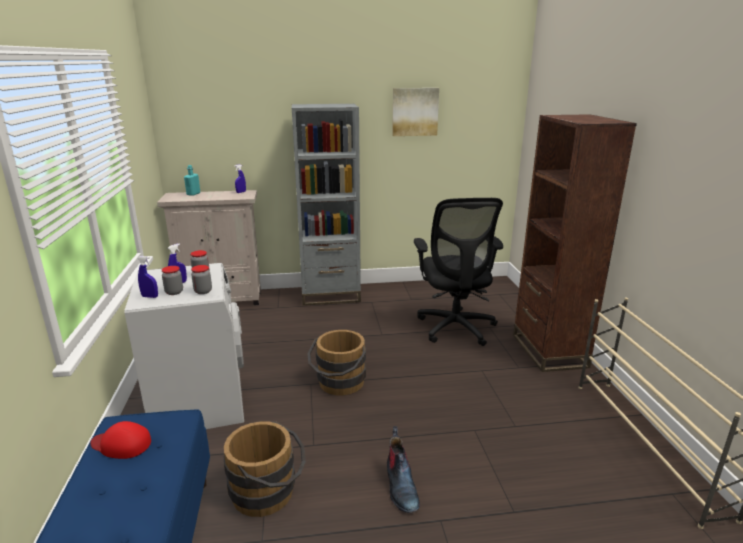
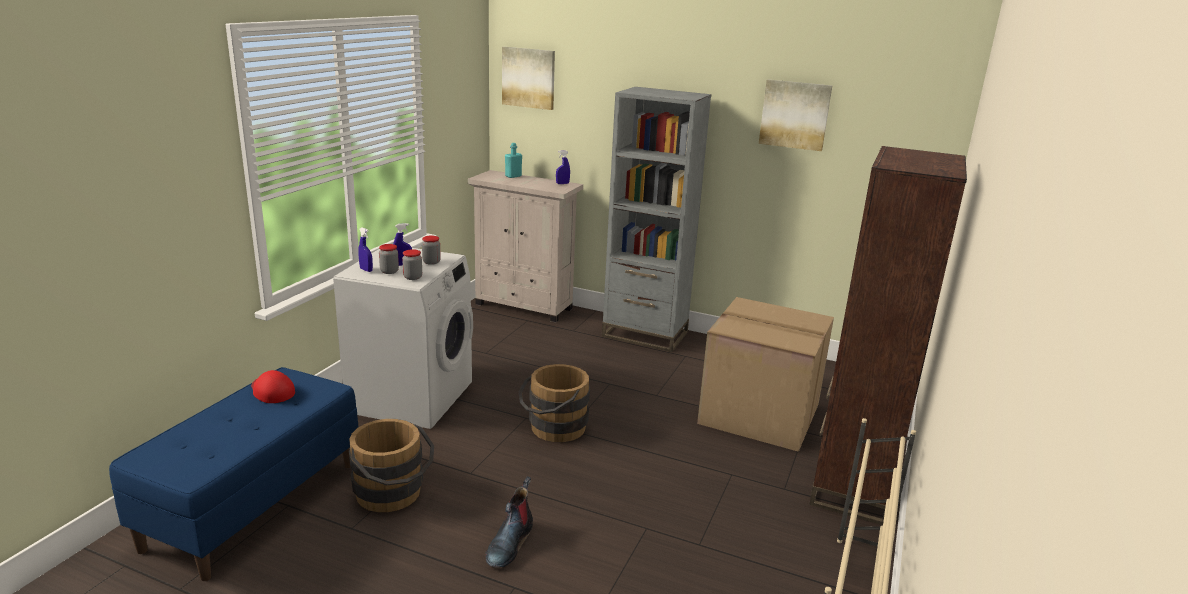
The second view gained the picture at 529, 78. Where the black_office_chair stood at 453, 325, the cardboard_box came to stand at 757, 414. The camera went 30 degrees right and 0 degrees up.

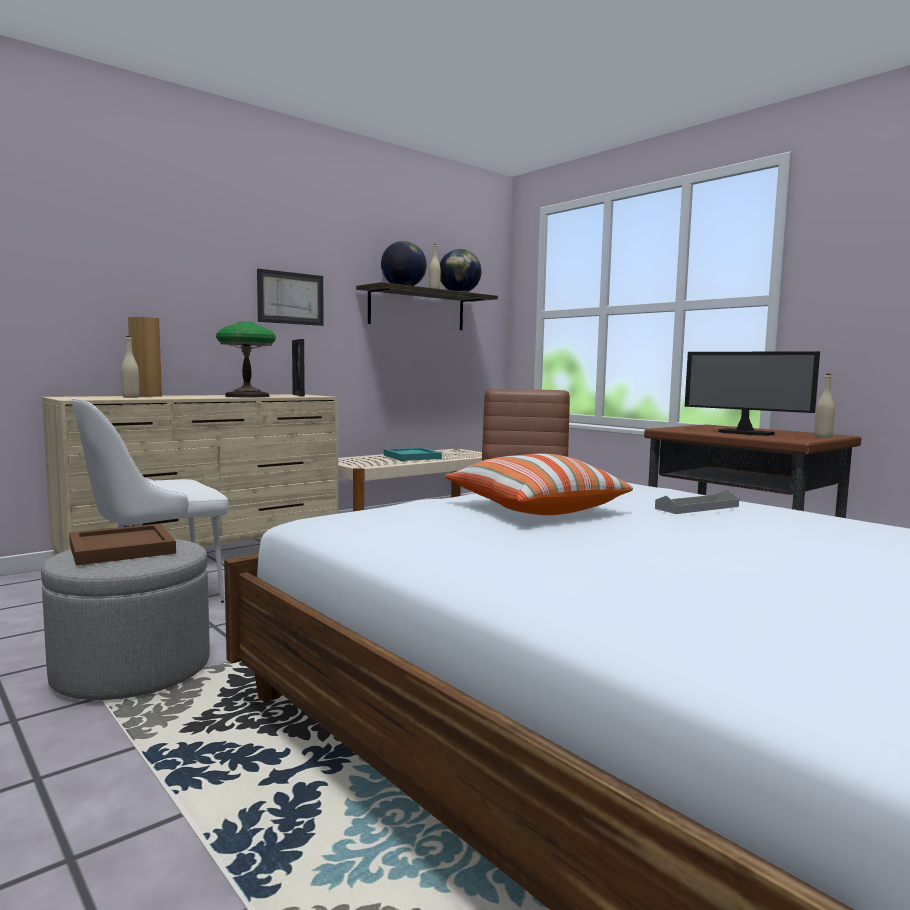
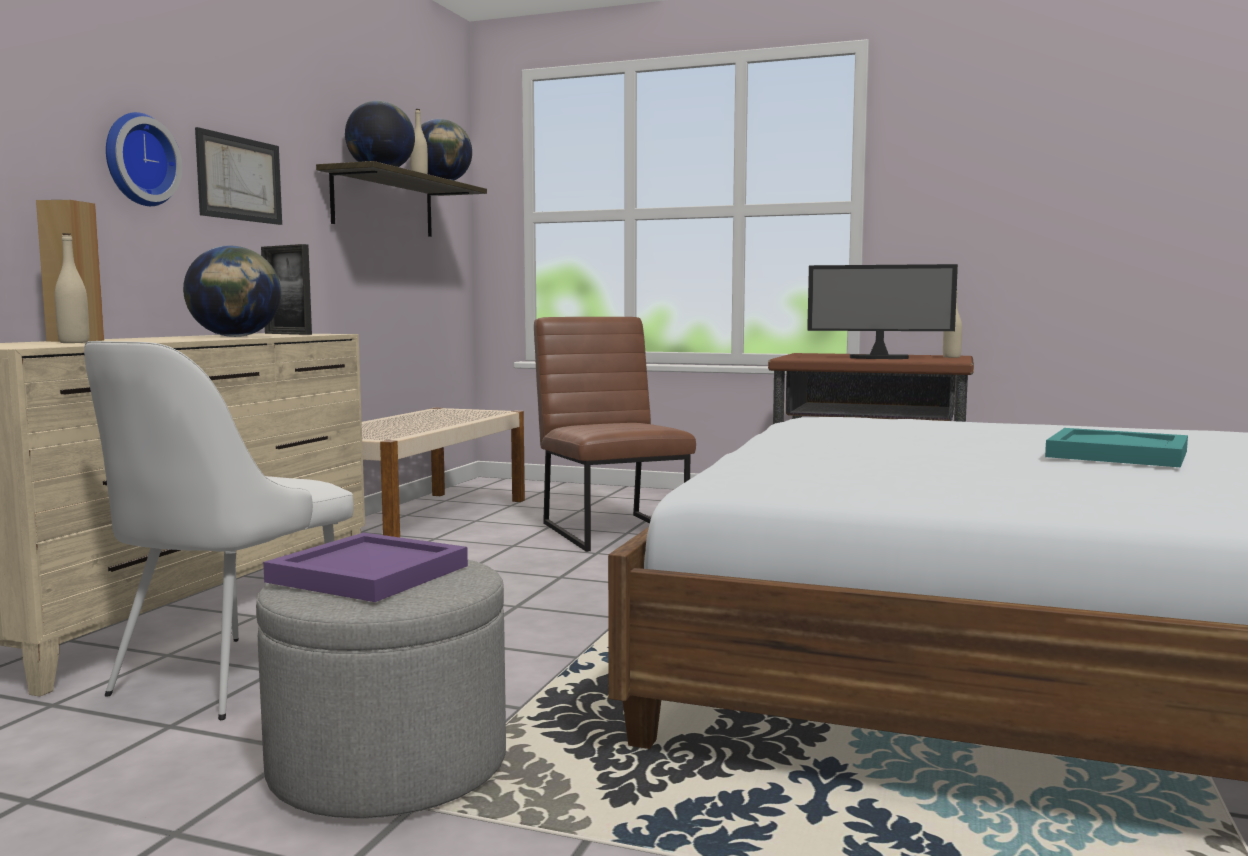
The second view lost the pillow at 534, 509. The second view lost the grey_tray at 697, 507. The second view gained the wall_clock at 137, 160. The turquoise_tray ended up elsewhere, having gone from 413, 457 to 1119, 454. Where the table_lamp stood at 247, 396, the globe came to stand at 235, 336. What was the brown_tray at 120, 549 turned into the purple_tray at 369, 574. The camera went 30 degrees left and 0 degrees up.

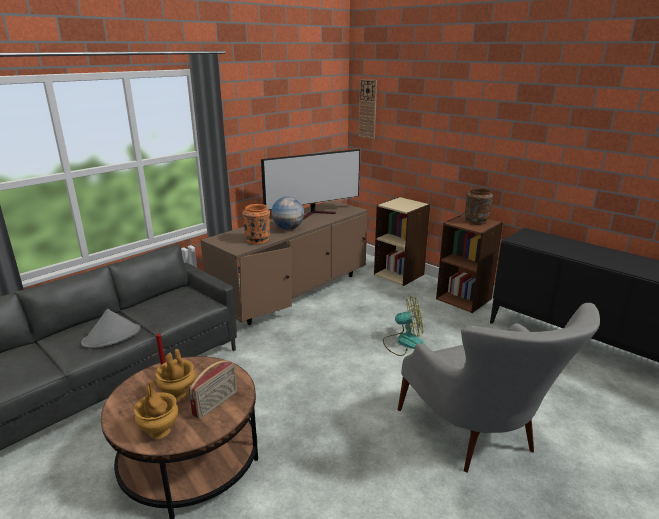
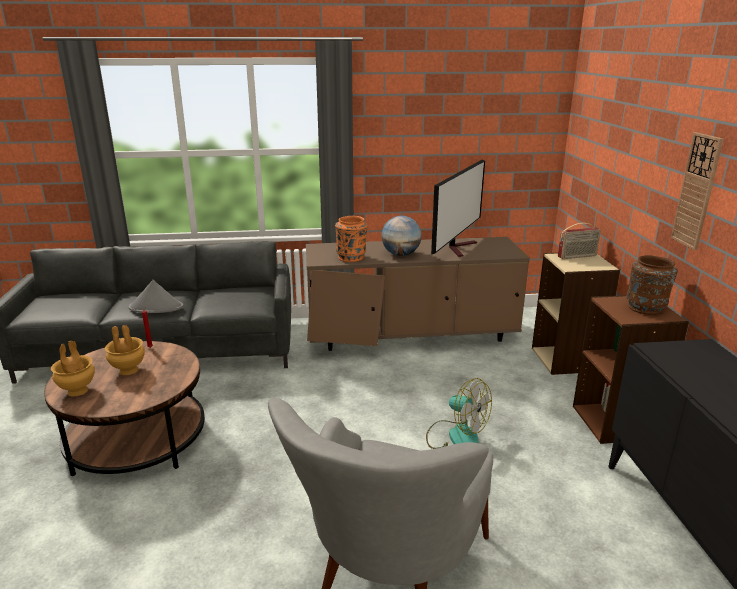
The radio ended up elsewhere, having gone from 216, 404 to 577, 256. The wall_clock ended up elsewhere, having gone from 367, 109 to 697, 191. The television at 316, 214 ended up facing another way, 75 degrees counterclockwise from before. The camera went 40 degrees right and 0 degrees up.

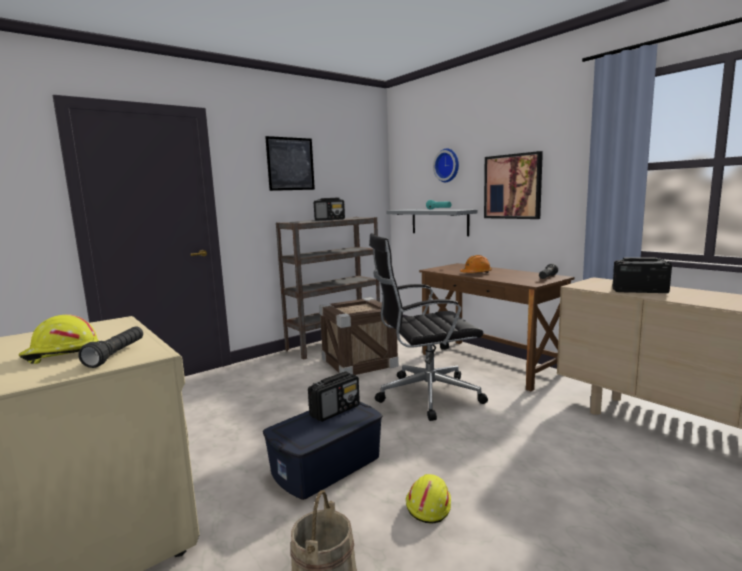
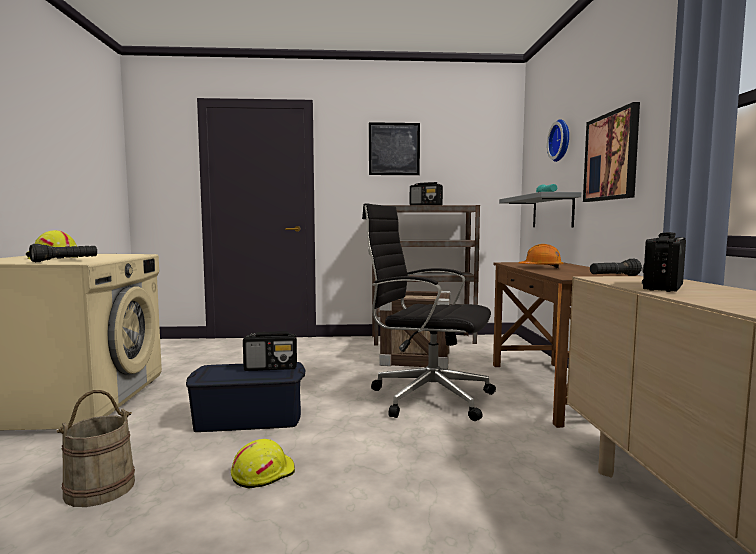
The radio at 639, 291 ended up facing another way, 105 degrees counterclockwise from before. The camera went 35 degrees right and 5 degrees down.

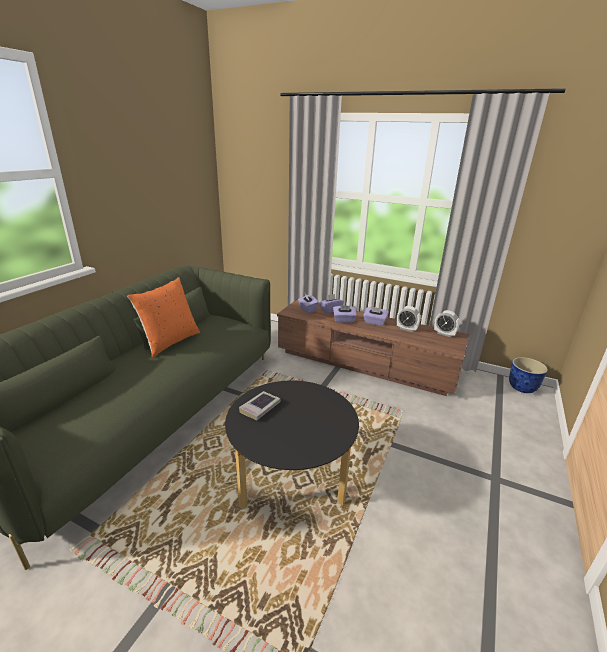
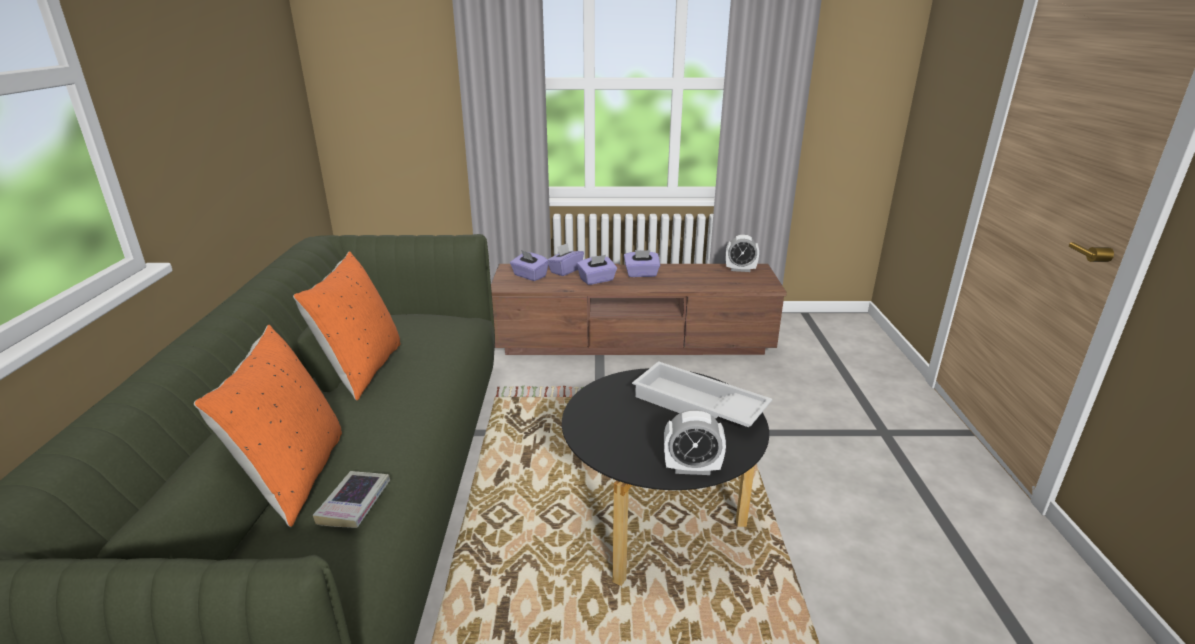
The second view lost the planter at 522, 388. The second view gained the orange_pillow at 294, 477. The second view gained the white_tray at 697, 405. The book ended up elsewhere, having gone from 260, 408 to 354, 503. The alarm_clock ended up elsewhere, having gone from 406, 329 to 692, 468. The camera went 25 degrees left and 0 degrees up.

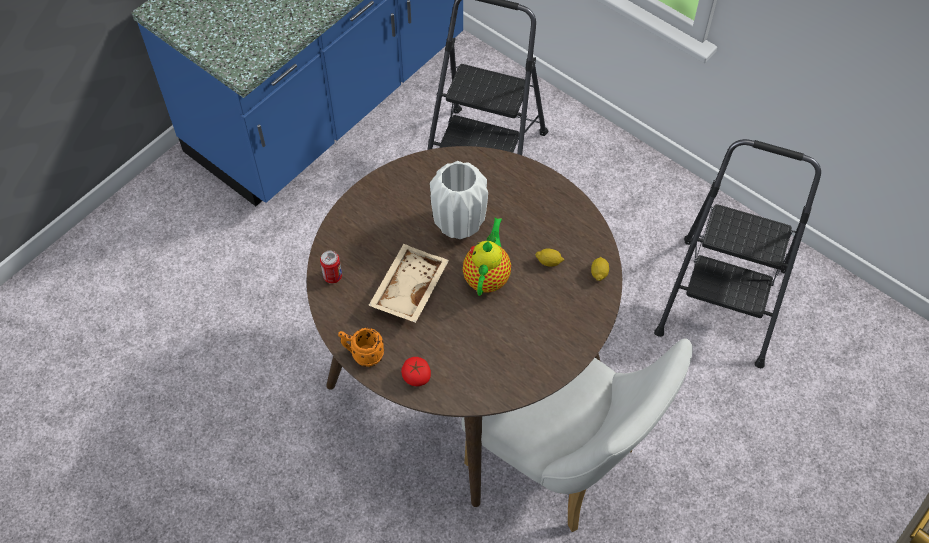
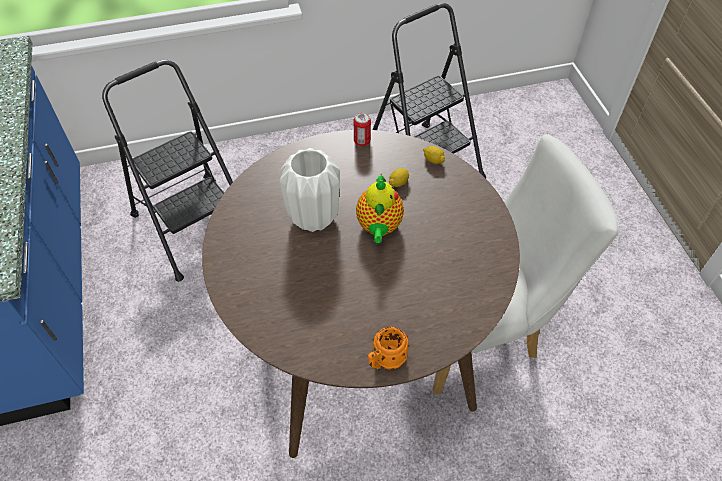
The second view lost the beige_tray at 408, 288. The second view lost the tomato at 416, 376. The can ended up elsewhere, having gone from 332, 276 to 362, 141. The teapot at 487, 276 ended up facing another way, 135 degrees counterclockwise from before. The camera went 55 degrees left and 5 degrees down.

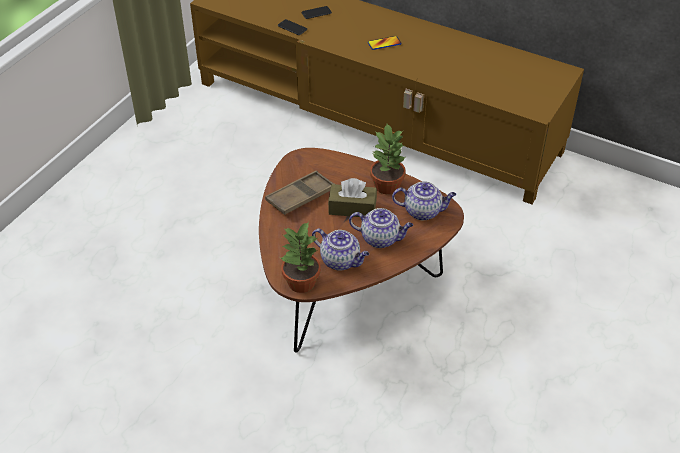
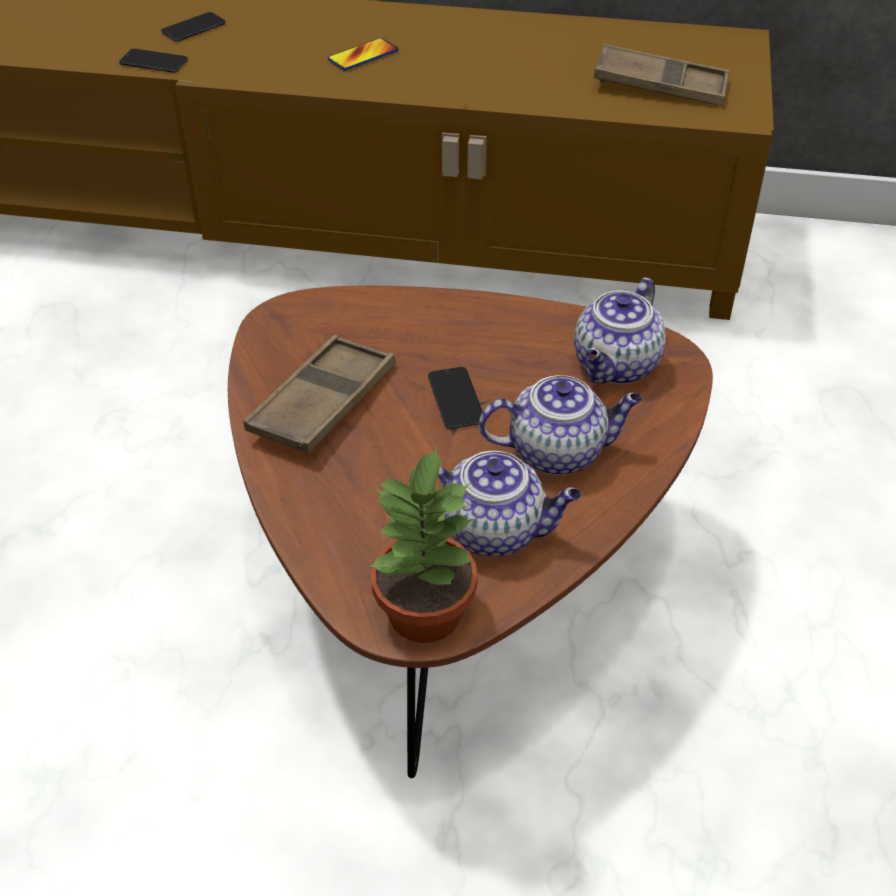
The second view lost the potted_plant at 387, 185. The second view gained the brown_tray at 660, 85. Where the brown_tissue_box stood at 352, 208, the phone came to stand at 456, 399. The teapot at 423, 211 ended up facing another way, 135 degrees clockwise from before. The camera went 20 degrees left and 0 degrees up.

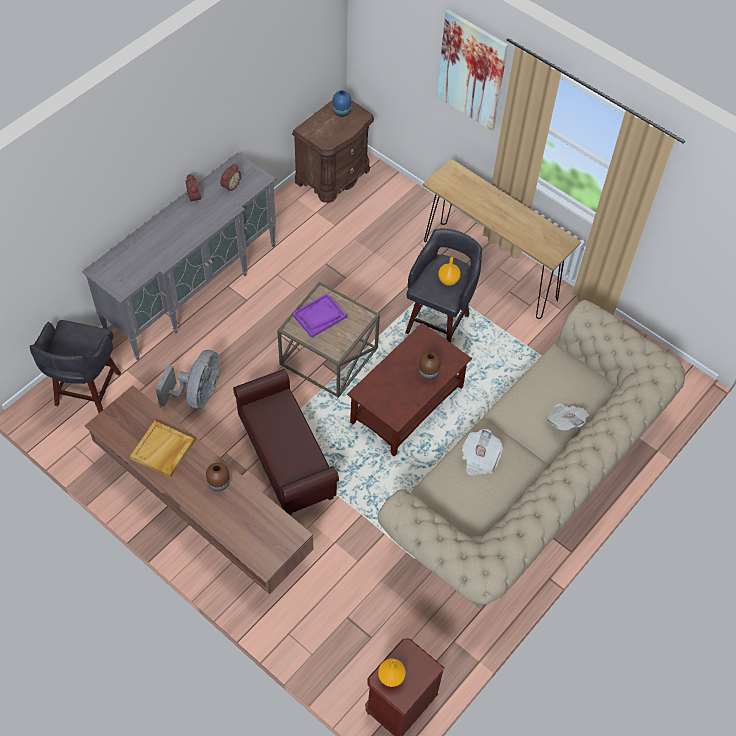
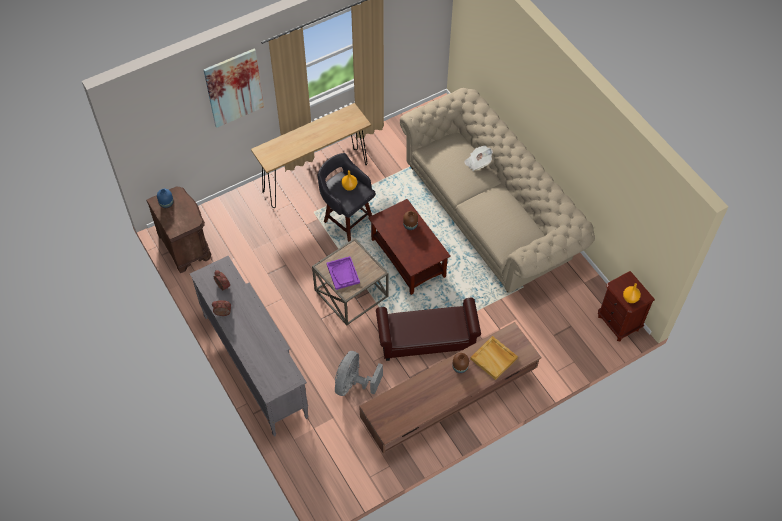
The second view lost the grey_stool at 86, 392. The second view lost the newspaper at 479, 459. The beige_tray ended up elsewhere, having gone from 163, 451 to 494, 358. The grey_fan at 197, 395 ended up facing another way, 105 degrees counterclockwise from before. The camera went 70 degrees left and 0 degrees up.

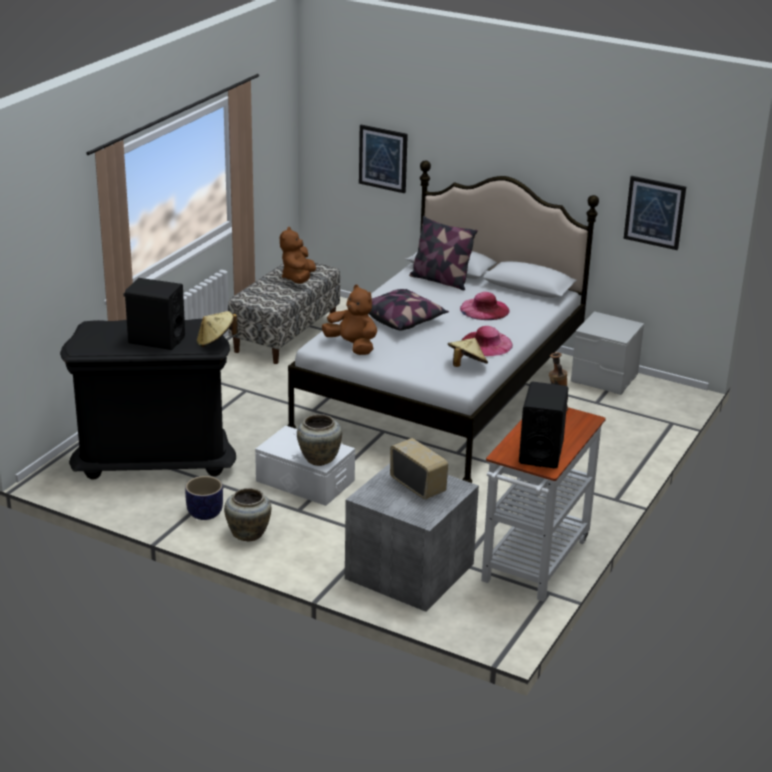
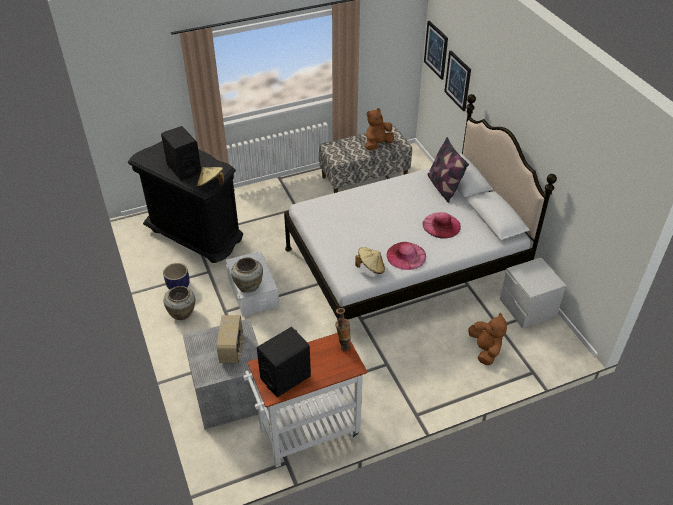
The second view lost the pillow at 402, 320. The brown_plush_toy ended up elsewhere, having gone from 352, 346 to 485, 350. The picture ended up elsewhere, having gone from 654, 212 to 436, 50. The camera went 40 degrees right and 15 degrees up.

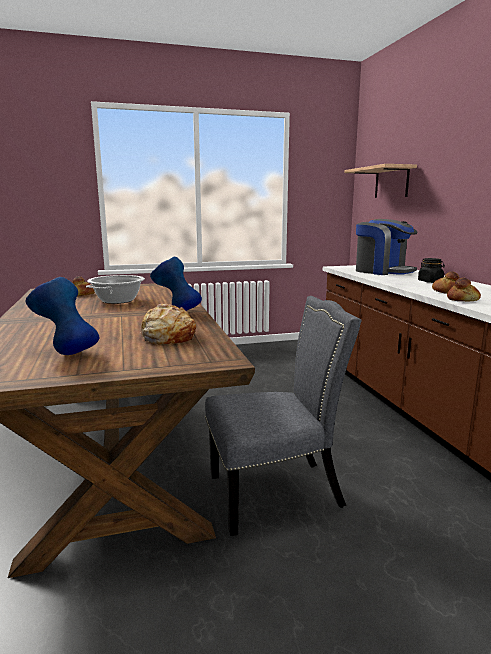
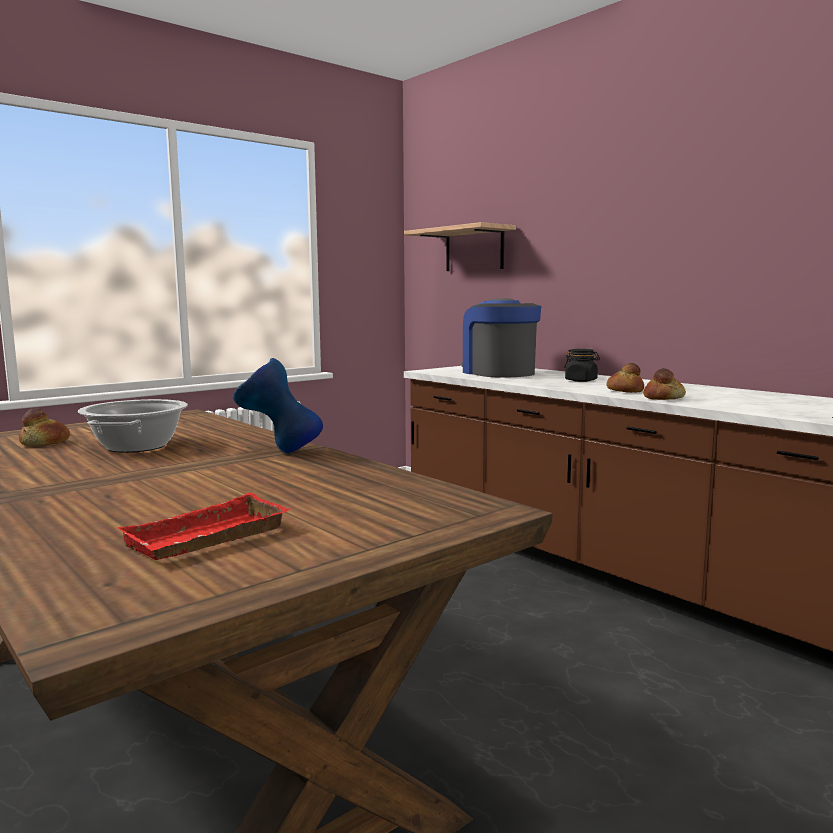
The second view lost the bread at 167, 336. The second view lost the grey_chair at 272, 493. Where the blue_vase stood at 66, 352, the red_tray came to stand at 207, 539. The coffee_machine at 382, 271 ended up facing another way, 135 degrees counterclockwise from before. The camera went 25 degrees left and 5 degrees down.

